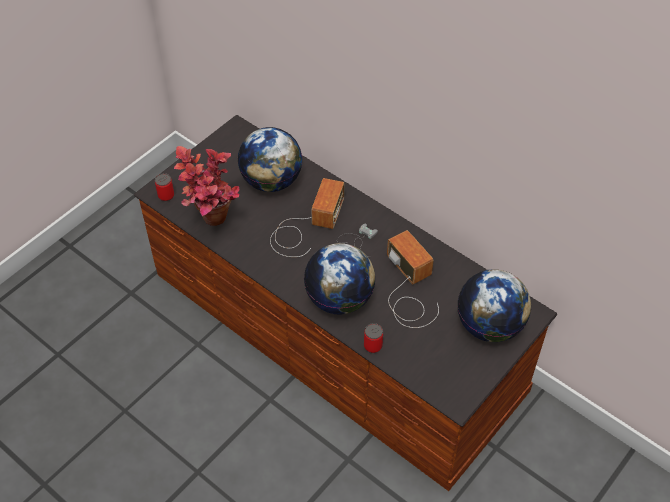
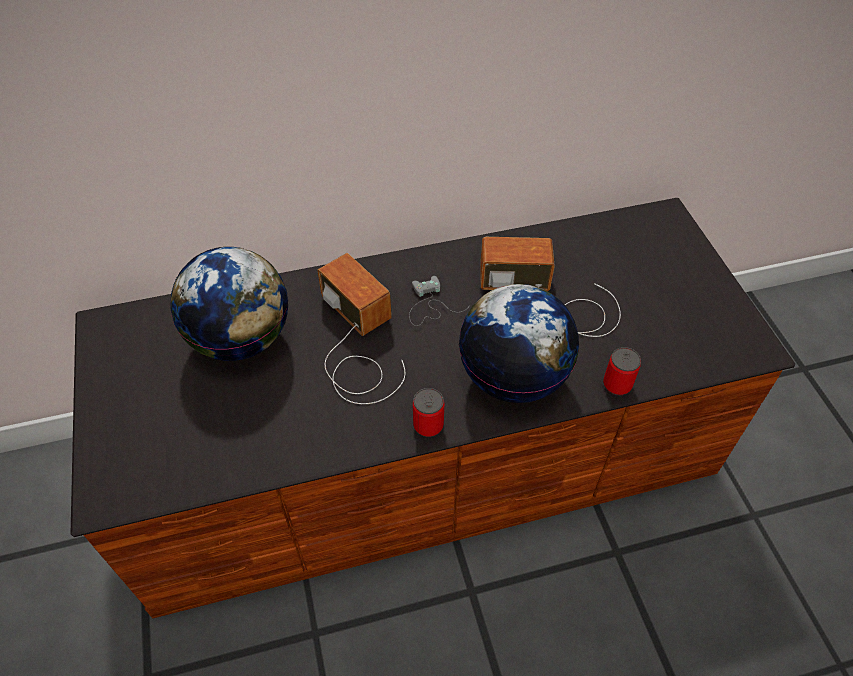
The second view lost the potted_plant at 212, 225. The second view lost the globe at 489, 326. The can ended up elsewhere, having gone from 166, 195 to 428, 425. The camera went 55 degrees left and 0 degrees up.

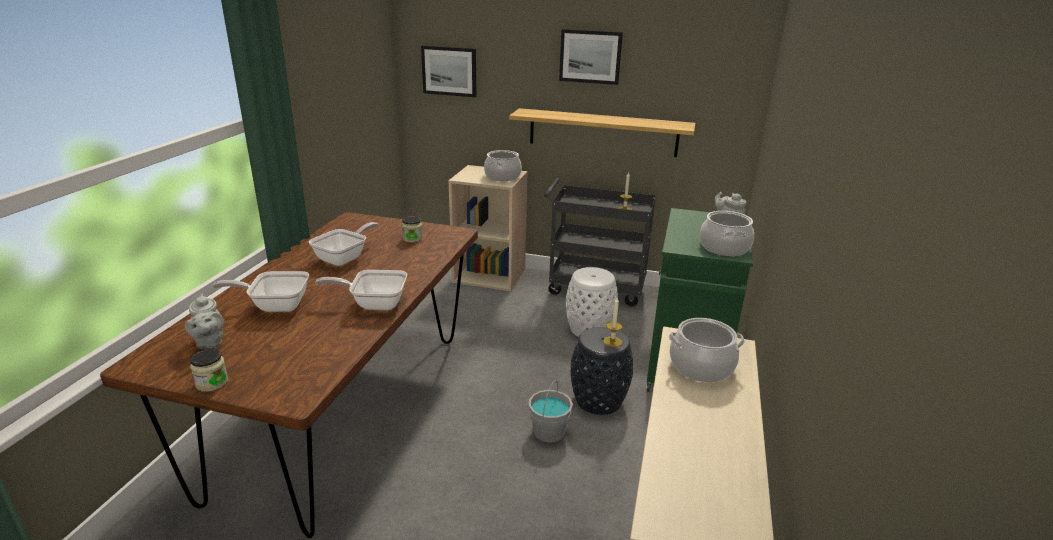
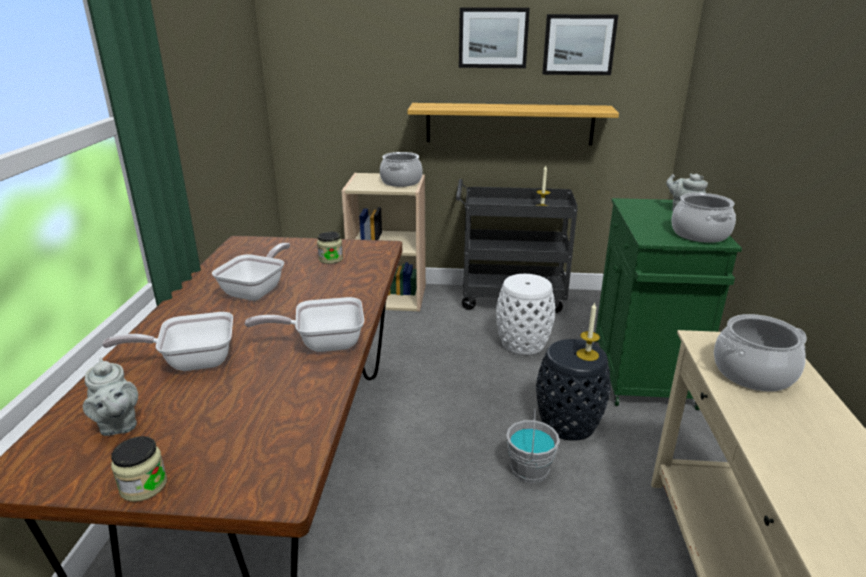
The picture ended up elsewhere, having gone from 449, 71 to 579, 45. The camera went 10 degrees left and 0 degrees up.

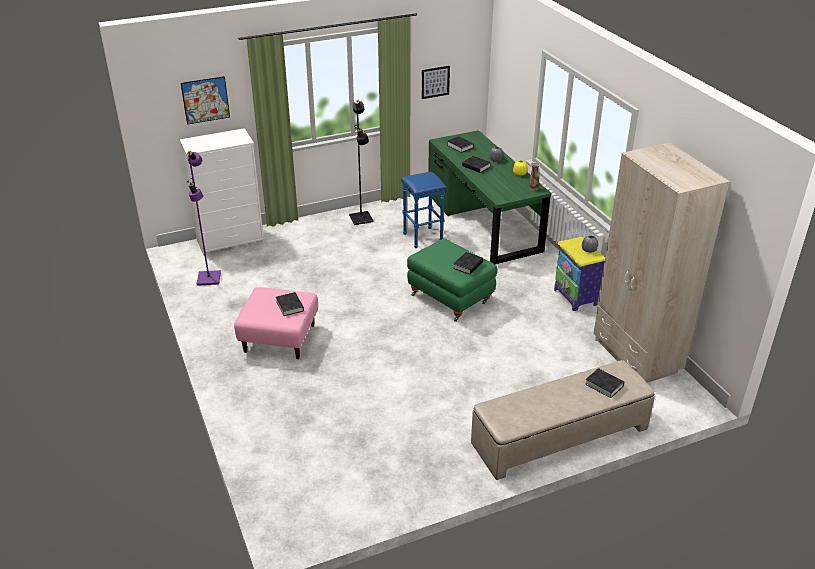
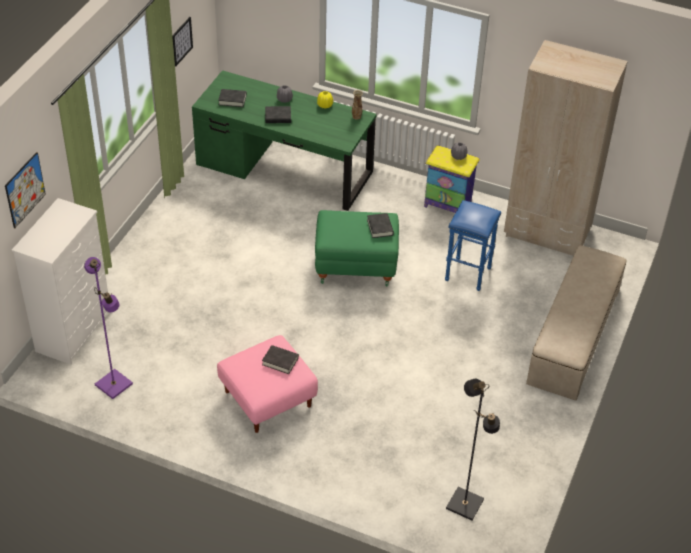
The second view lost the black_book at 604, 385. The black_floor_lamp ended up elsewhere, having gone from 361, 219 to 465, 504. The blue_stool ended up elsewhere, having gone from 422, 237 to 466, 274. The camera went 45 degrees left and 10 degrees up.

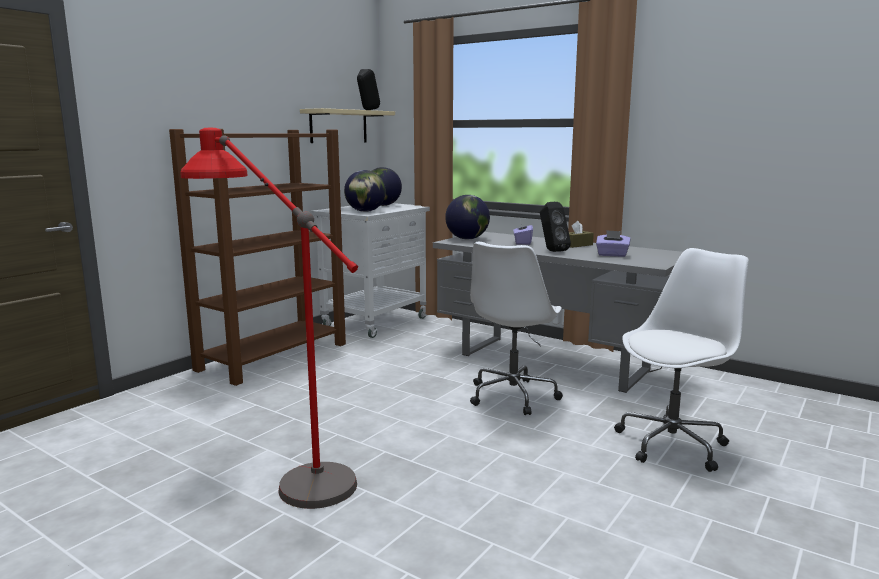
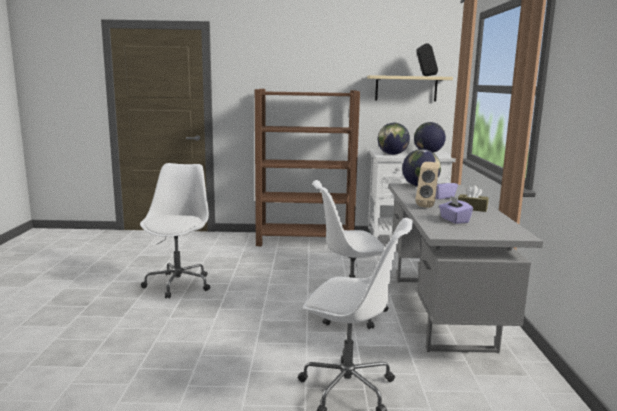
Where the red_floor_lamp stood at 283, 469, the white_office_chair came to stand at 179, 284. What was the black_speaker at 551, 251 turned into the beige_speaker at 427, 206. The camera went 55 degrees right and 0 degrees up.

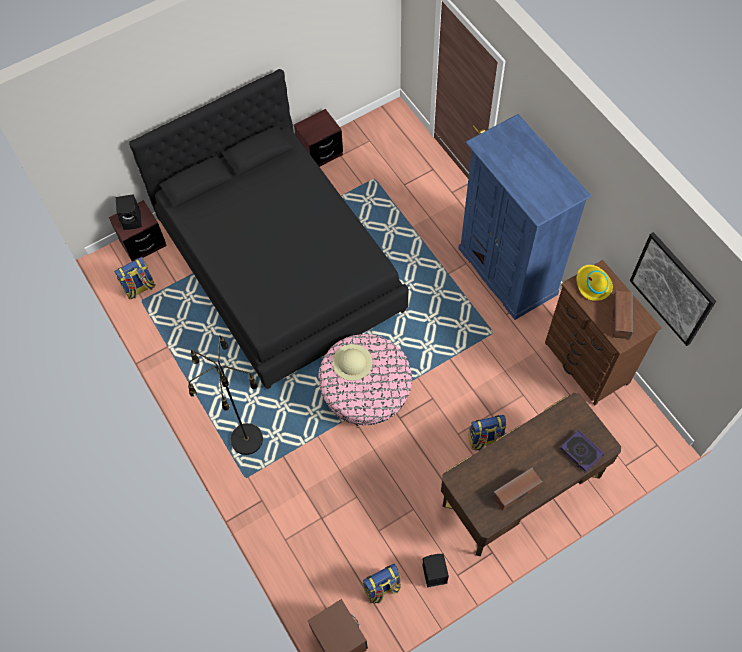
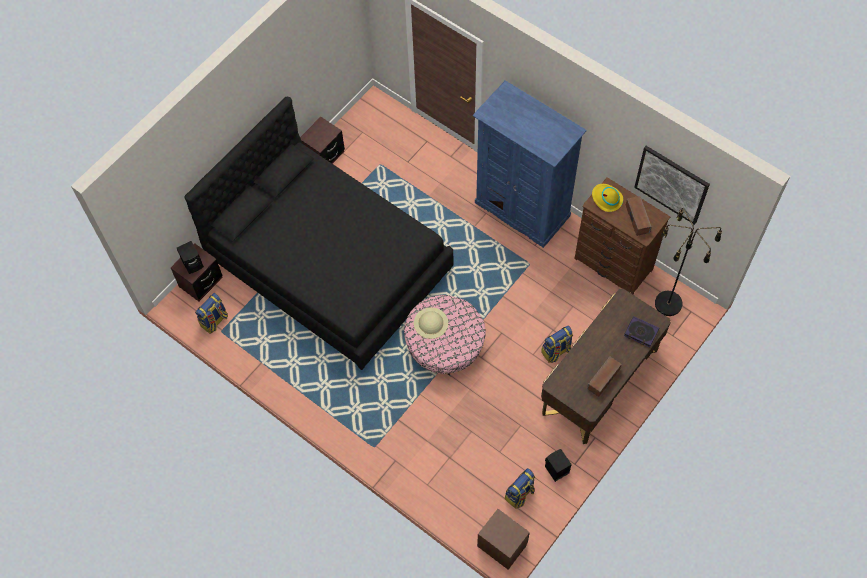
The floor_lamp ended up elsewhere, having gone from 246, 439 to 667, 304. The camera went 20 degrees left and 0 degrees up.

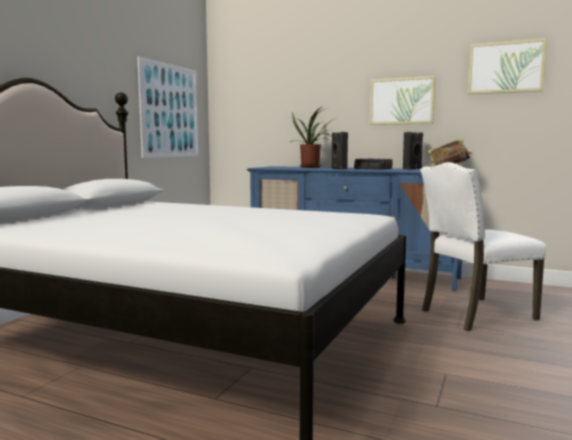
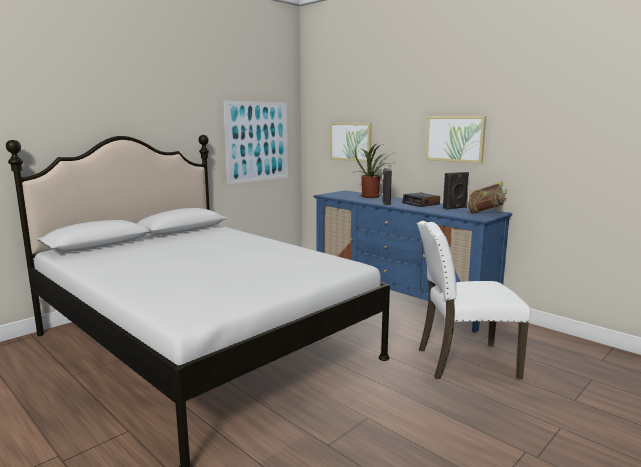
The picture ended up elsewhere, having gone from 505, 67 to 350, 141. The camera went 20 degrees right and 5 degrees up.

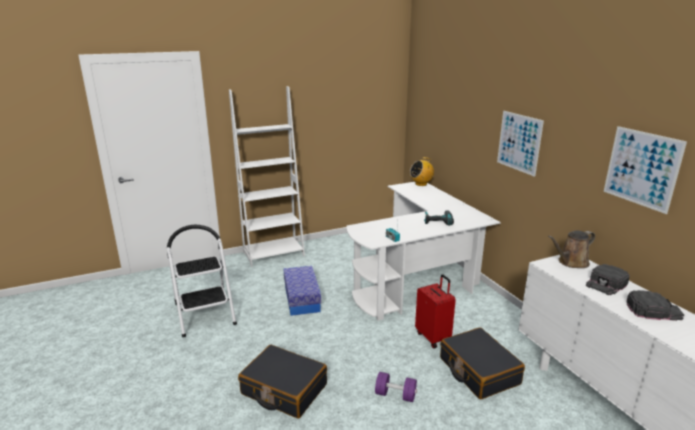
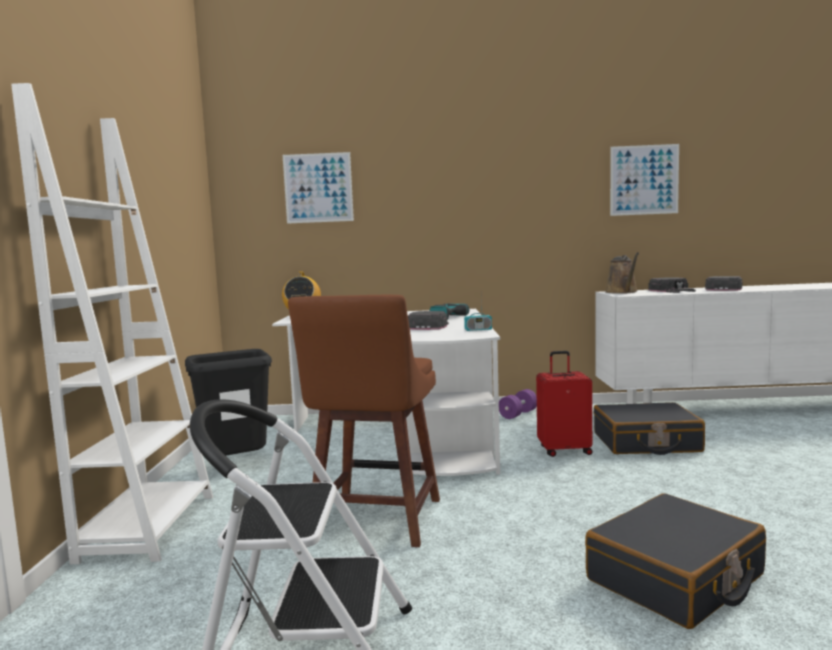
The second view gained the black_trash_can at 237, 467. The second view gained the black_cap at 428, 326. The purple_dumbbell ended up elsewhere, having gone from 395, 395 to 518, 414. The picture ended up elsewhere, having gone from 519, 142 to 318, 188. Where the storage_box stood at 302, 299, the brown_stool came to stand at 374, 521. The camera went 65 degrees left and 15 degrees down.

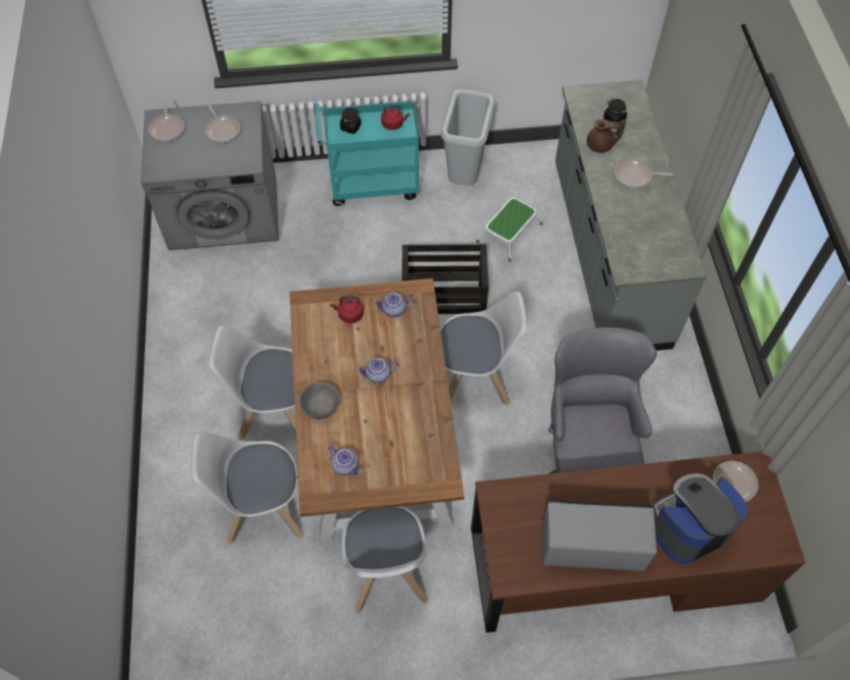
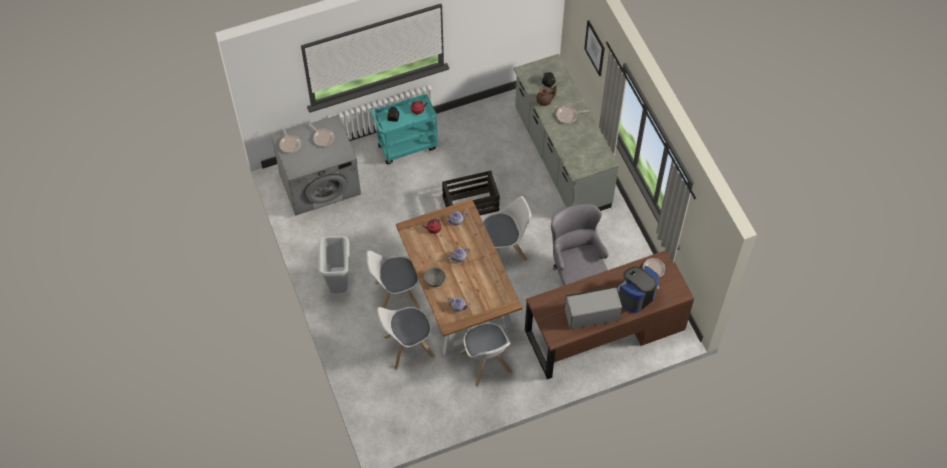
The second view lost the green_step_ladder at 509, 232. The second view gained the picture at 595, 48. The grey_trash_can ended up elsewhere, having gone from 464, 177 to 338, 284. The camera went 15 degrees left and 0 degrees up.

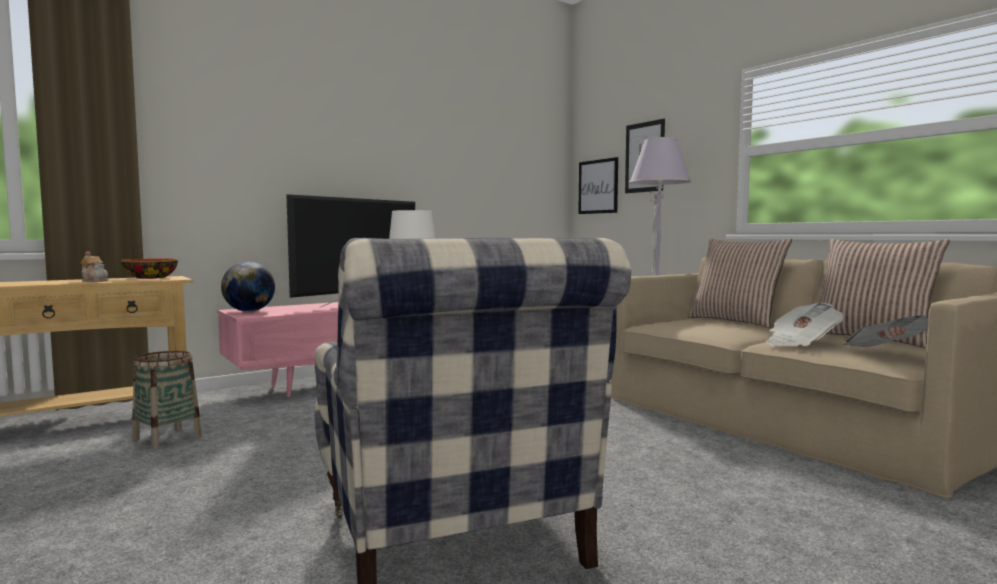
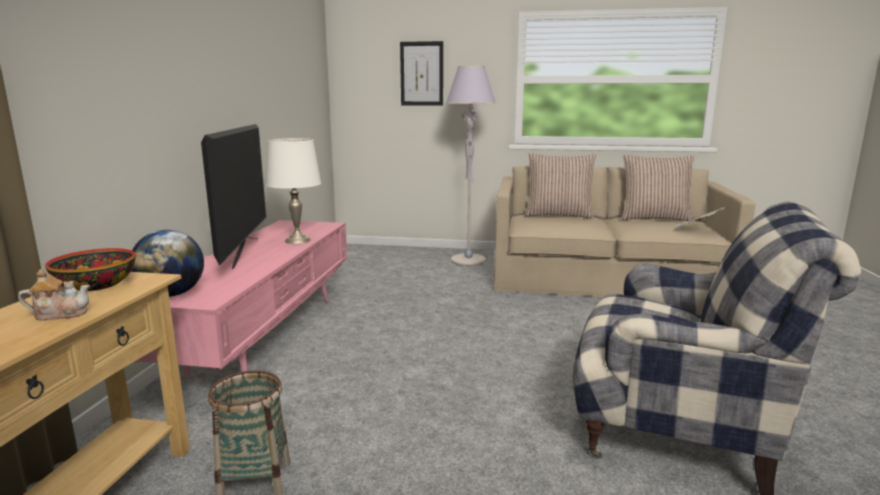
The second view lost the picture at 598, 186. The second view lost the newspaper at 800, 344. The camera went 45 degrees left and 10 degrees up.

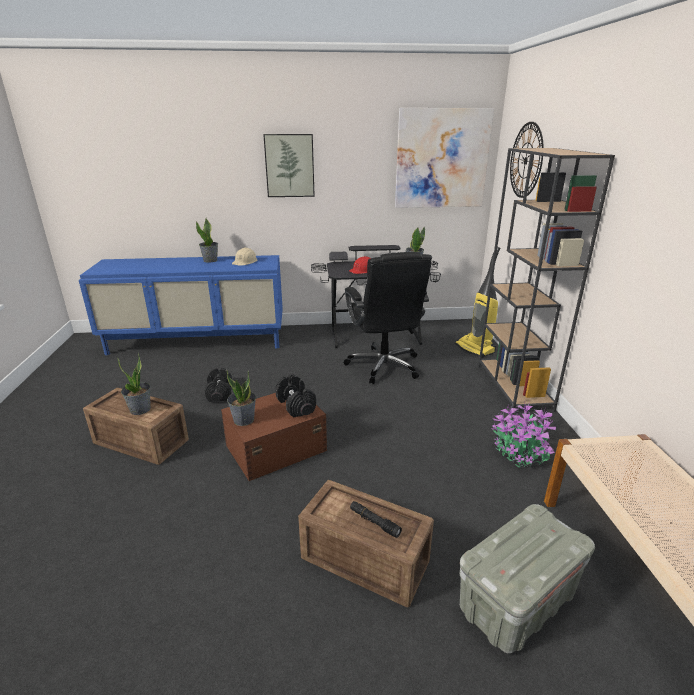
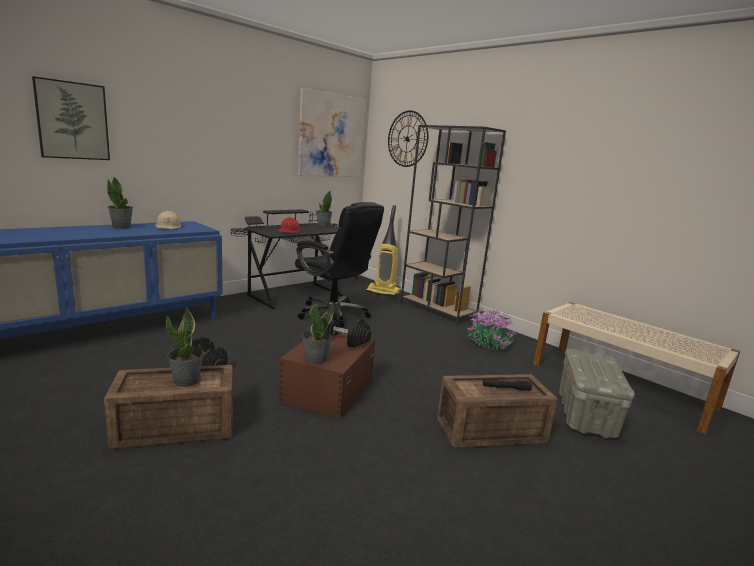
The picture ended up elsewhere, having gone from 289, 166 to 72, 121. The camera went 40 degrees left and 10 degrees down.

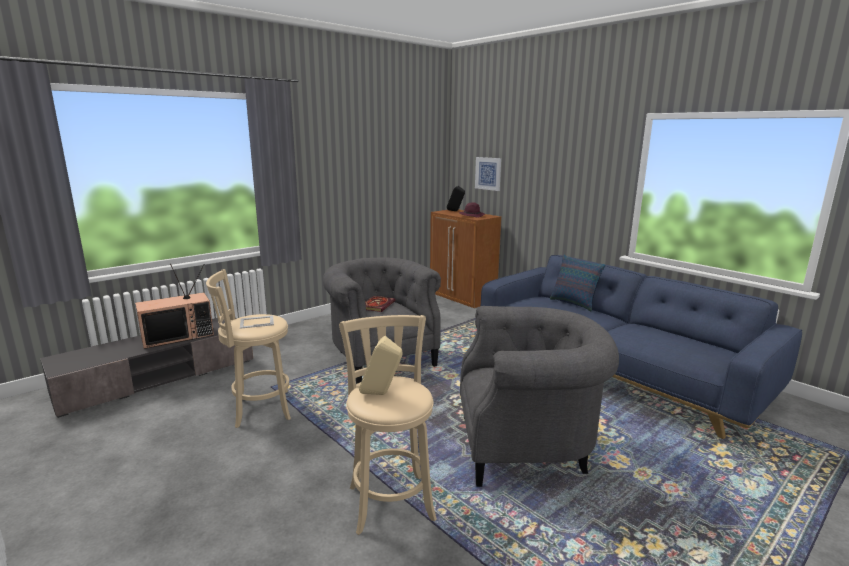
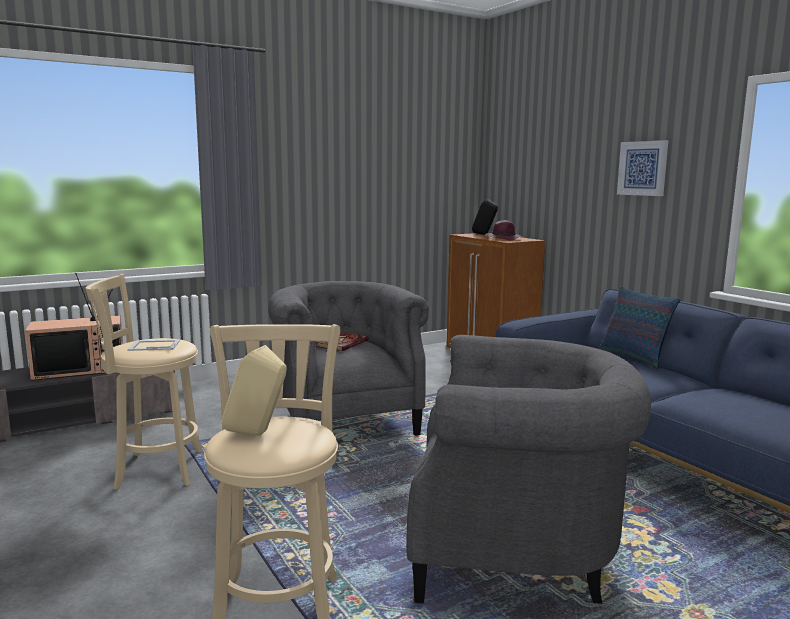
The picture ended up elsewhere, having gone from 488, 173 to 642, 168. The camera went 10 degrees right and 5 degrees down.

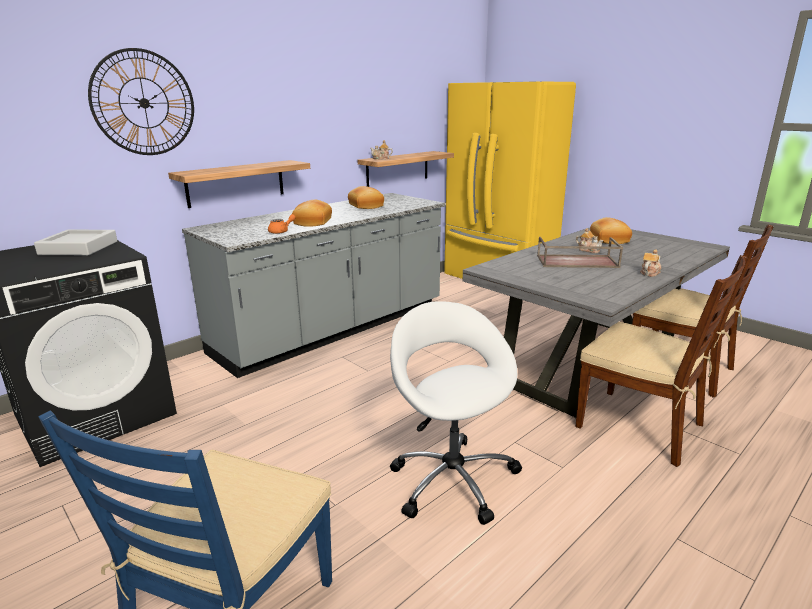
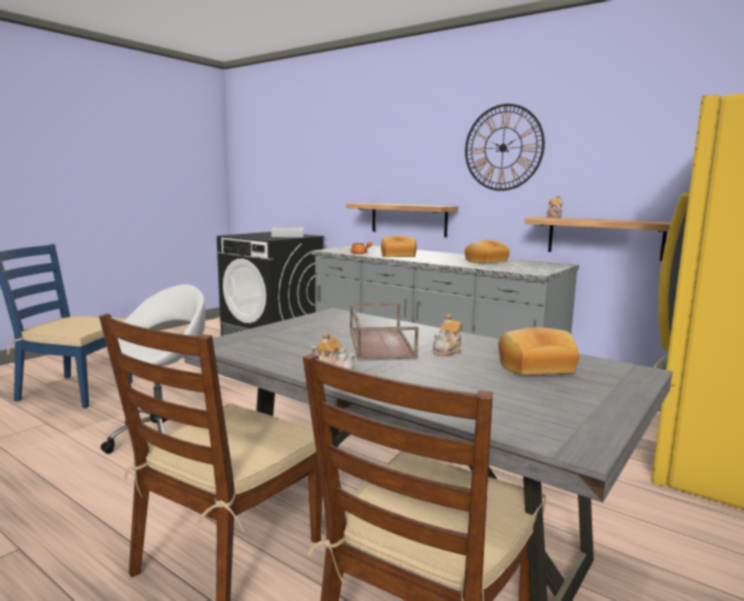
The wall_clock ended up elsewhere, having gone from 144, 103 to 503, 148. The camera went 80 degrees right and 10 degrees down.

